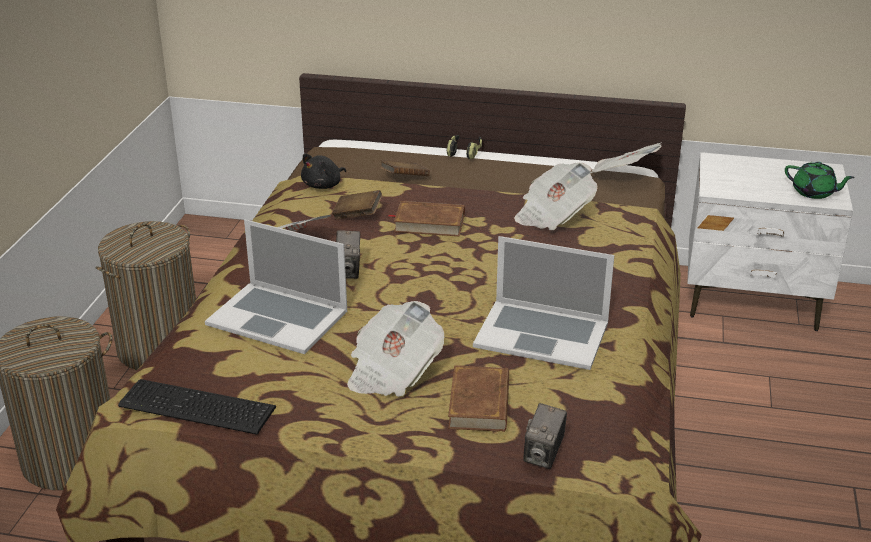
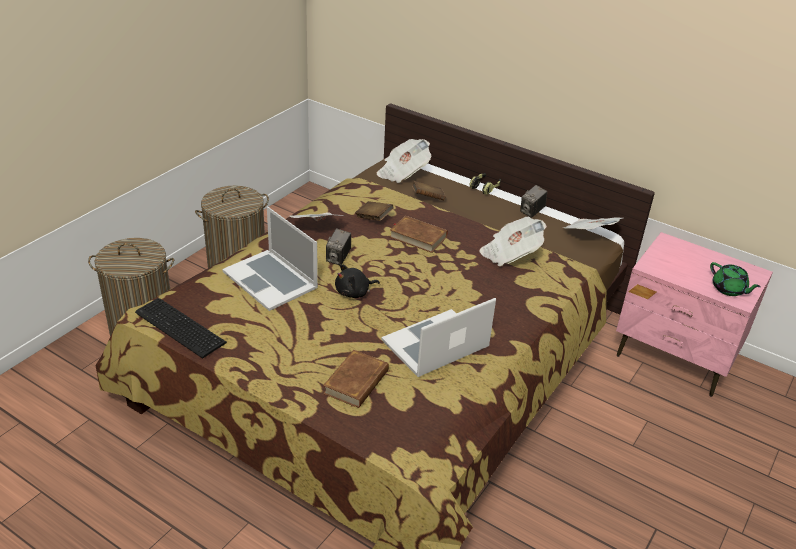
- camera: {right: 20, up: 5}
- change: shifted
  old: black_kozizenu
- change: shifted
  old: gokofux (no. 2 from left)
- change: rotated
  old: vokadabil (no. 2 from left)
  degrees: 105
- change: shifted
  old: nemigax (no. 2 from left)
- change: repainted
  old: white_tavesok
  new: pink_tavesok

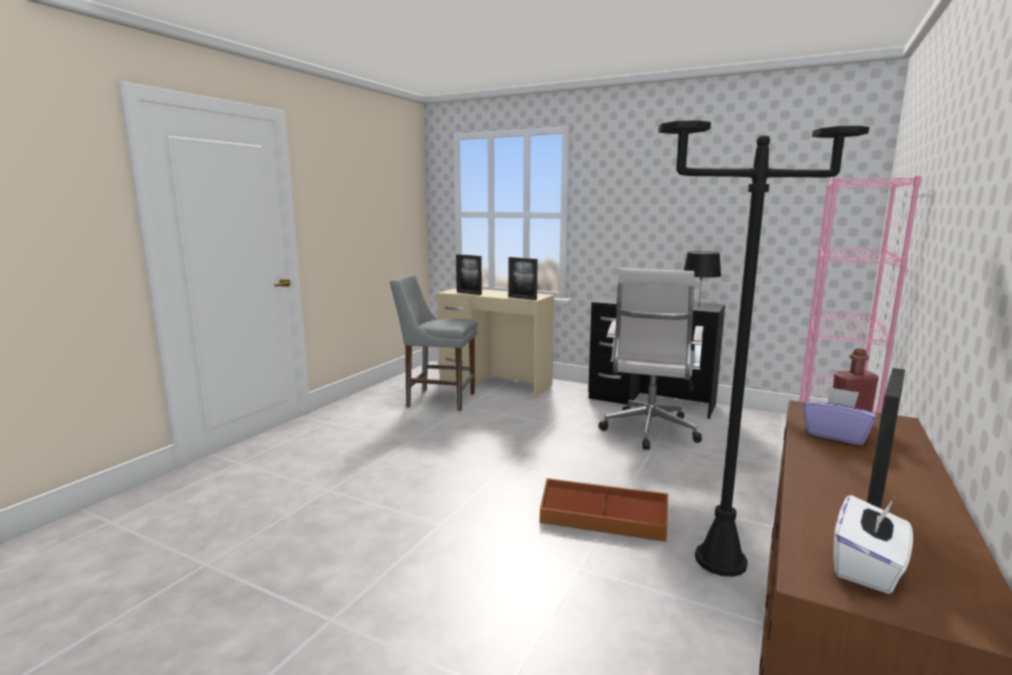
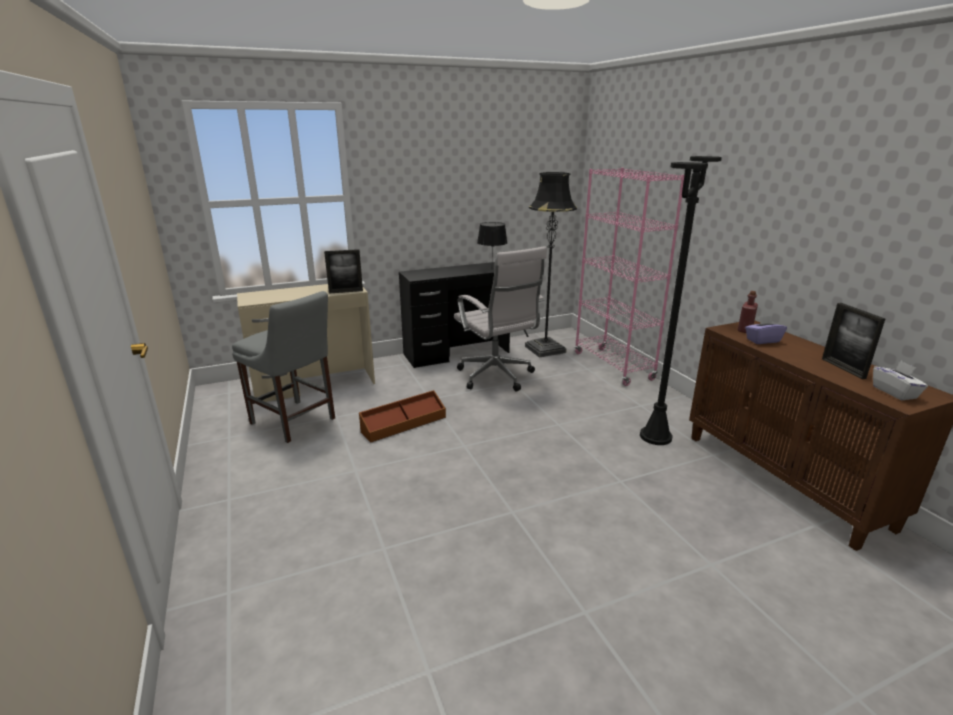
- camera: {right: -50, up: 10}
- change: rotated
  old: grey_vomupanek
  degrees: -105
- change: gone
  old: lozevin (no. 1 from left)
- change: shifted
  old: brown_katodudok
- change: new
  new: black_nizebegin (no. 1 from left)

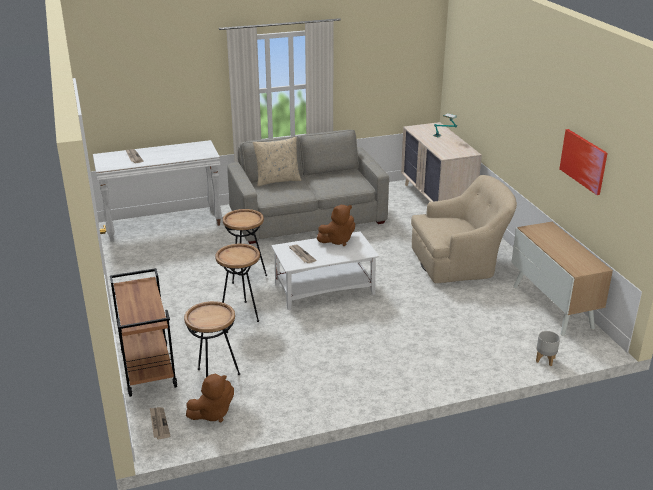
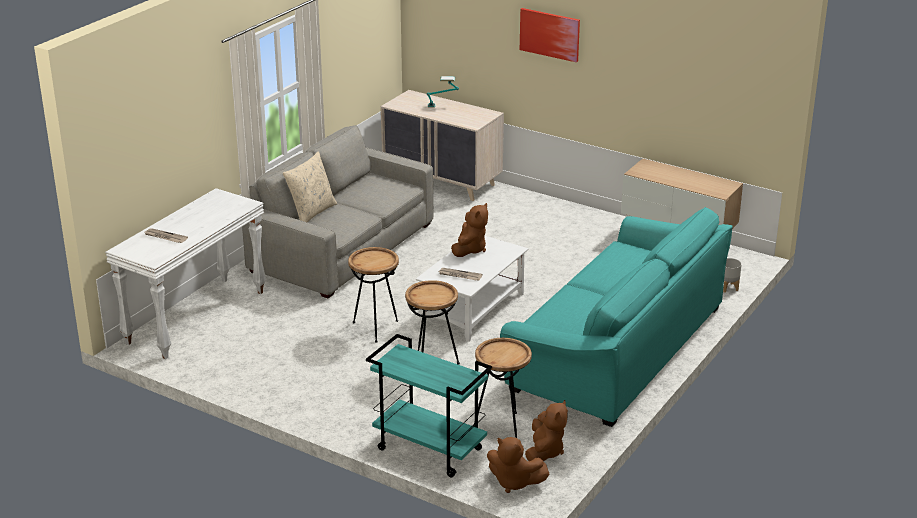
- camera: {right: -40, up: 0}
- change: repainted
  old: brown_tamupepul
  new: turquoise_tamupepul
- change: swapped
  old: gokofux (no. 2 from left)
  new: brown_kozizenu (no. 2 from left)
- change: gone
  old: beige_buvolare
- change: shifted
  old: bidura
- change: new
  new: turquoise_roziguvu

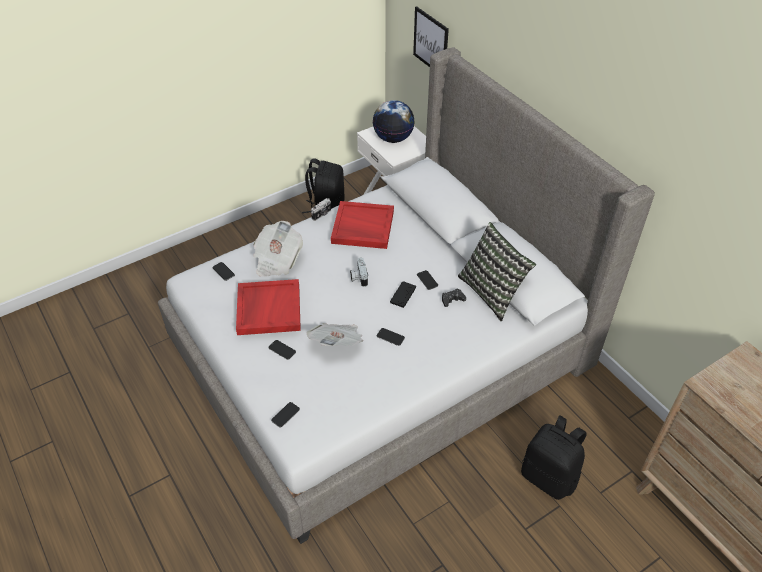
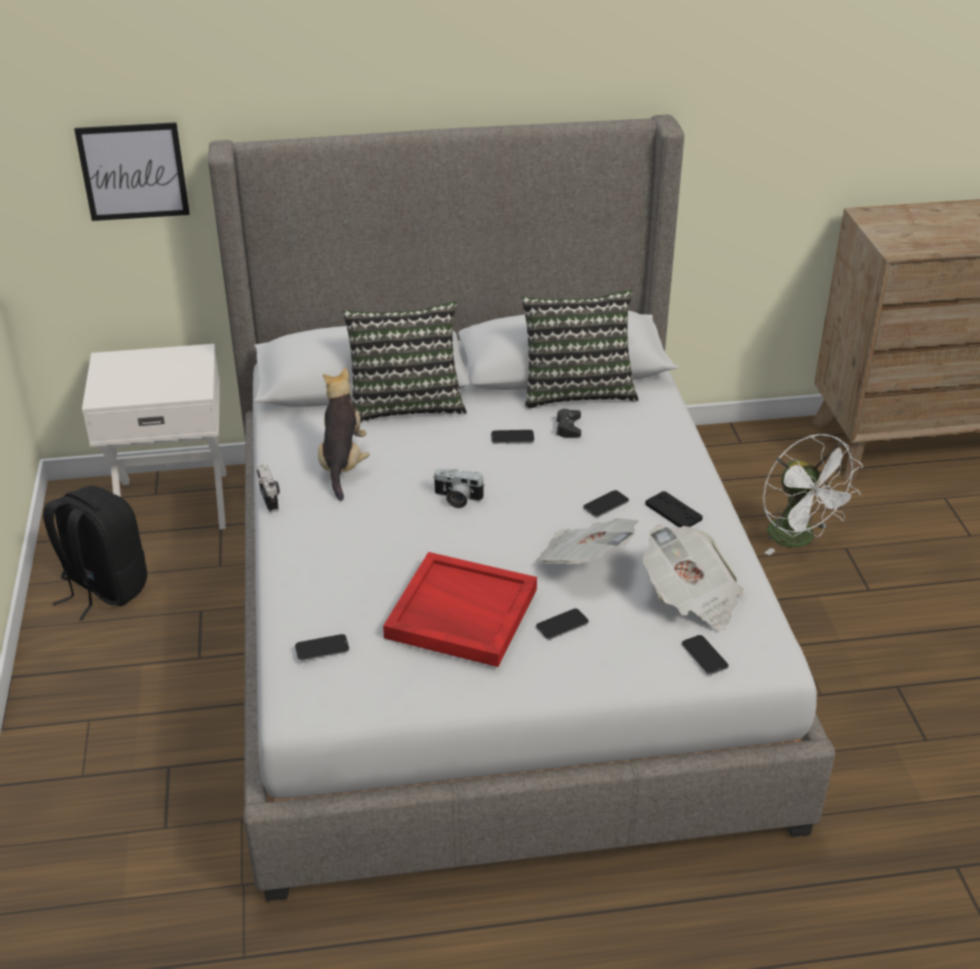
- camera: {right: -65, up: -10}
- change: shifted
  old: gokofux (no. 1 from left in the first image)
  new: gokofux (no. 2 from left)
- change: swapped
  old: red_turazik (no. 2 from left)
  new: kozizenu
- change: gone
  old: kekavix
- change: shifted
  old: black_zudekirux (no. 1 from left in the first image)
  new: black_zudekirux (no. 2 from left)
- change: swapped
  old: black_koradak (no. 2 from left)
  new: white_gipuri
- change: new
  new: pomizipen (no. 1 from left)

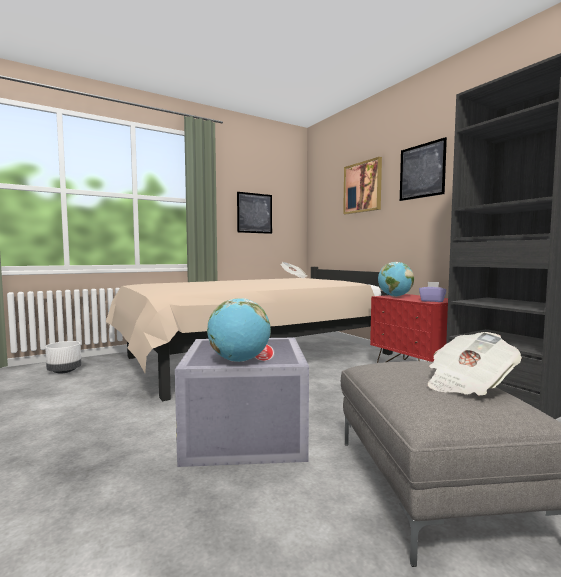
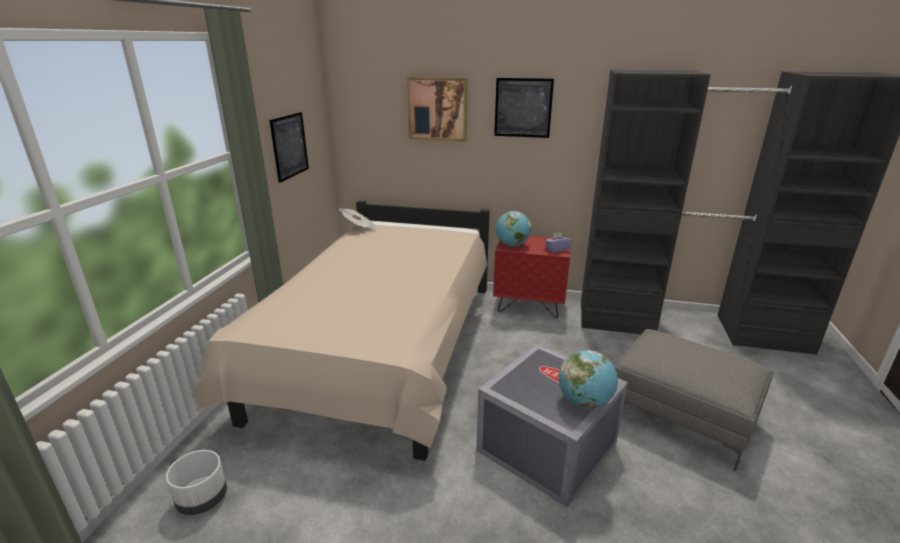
- camera: {right: -45, up: 20}
- change: gone
  old: gokofux (no. 2 from left)

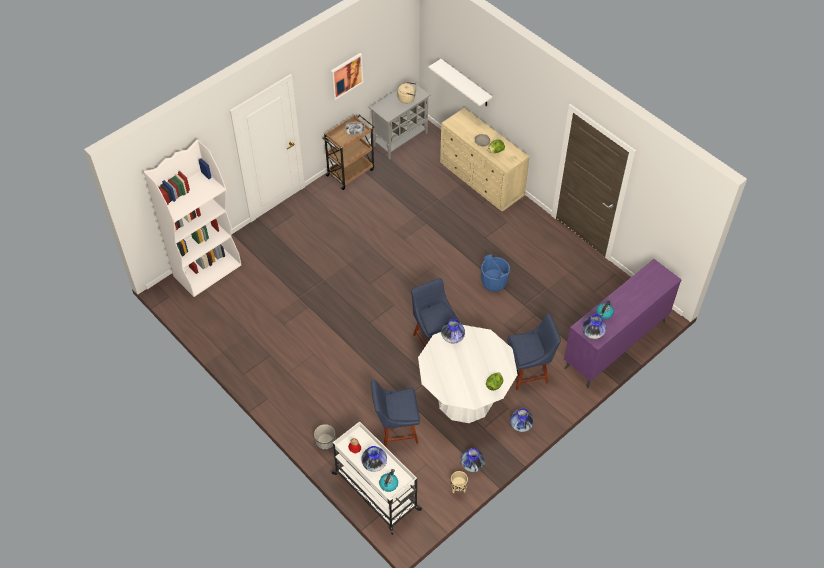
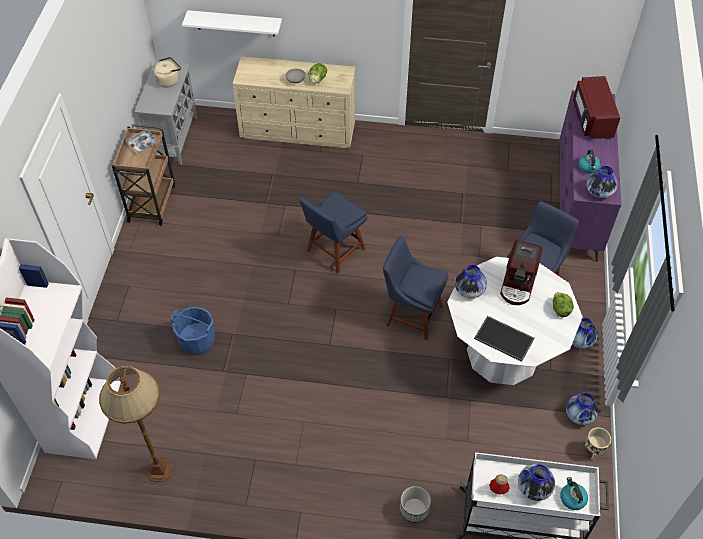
- camera: {right: -40, up: 0}
- change: gone
  old: bidura
- change: shifted
  old: blue_vomupanek (no. 1 from left)
- change: shifted
  old: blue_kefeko
- change: new
  new: brown_nizebegin
- change: new
  new: turazik (no. 2 from left)
- change: new
  new: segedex
- change: new
  new: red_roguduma

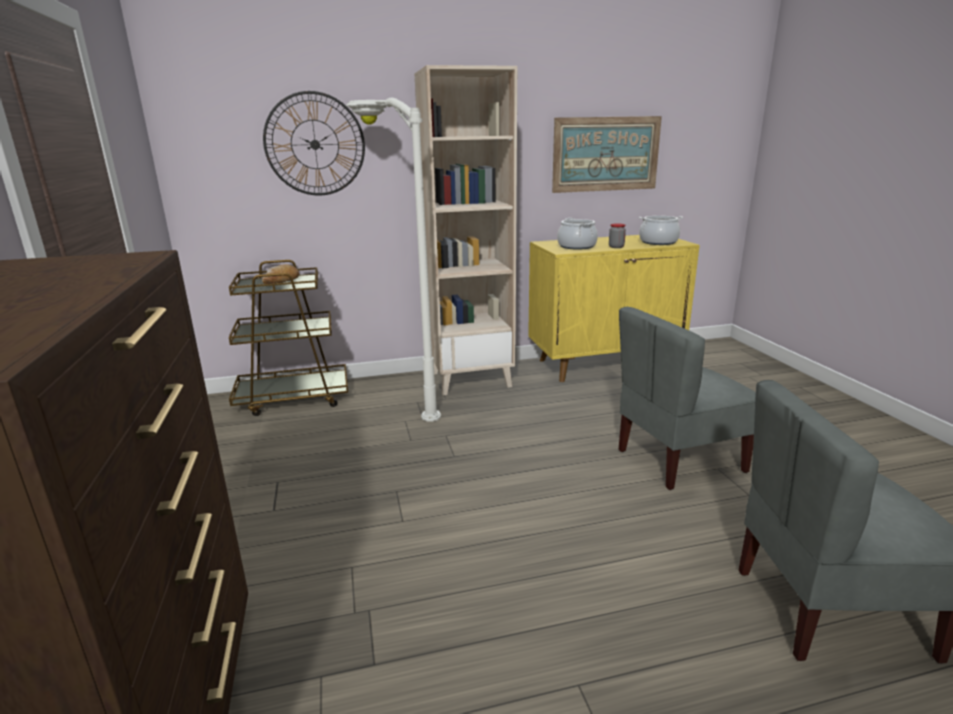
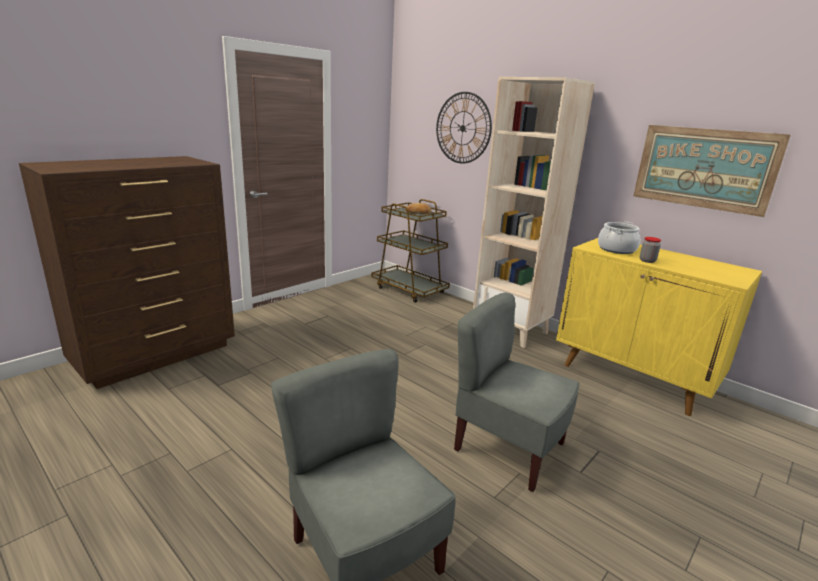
- camera: {right: 55, up: 0}
- change: gone
  old: white_nizebegin
- change: gone
  old: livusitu (no. 2 from left)

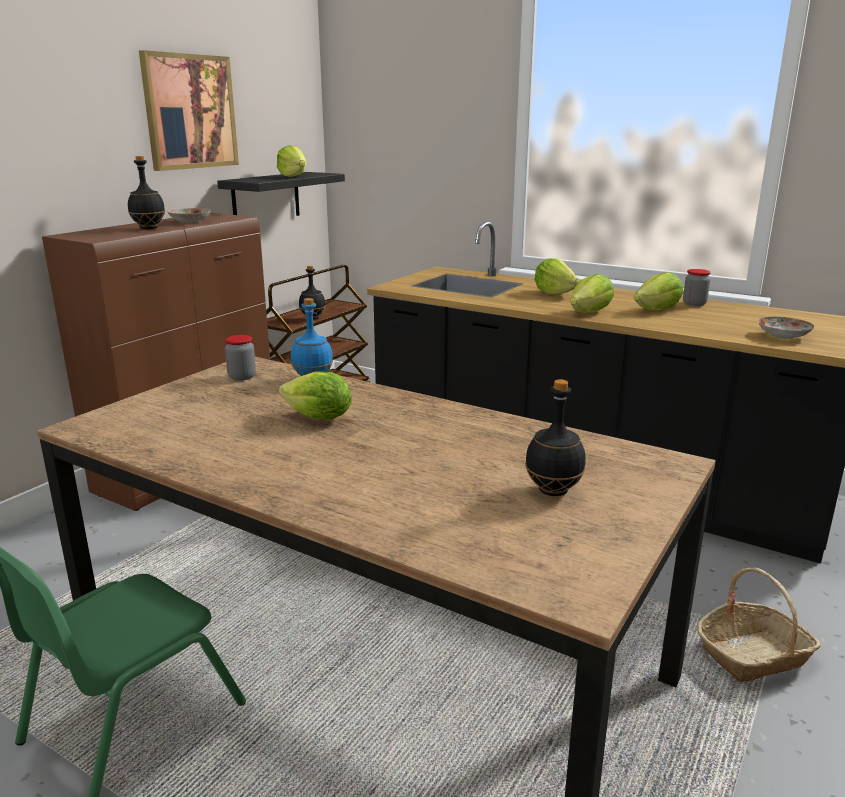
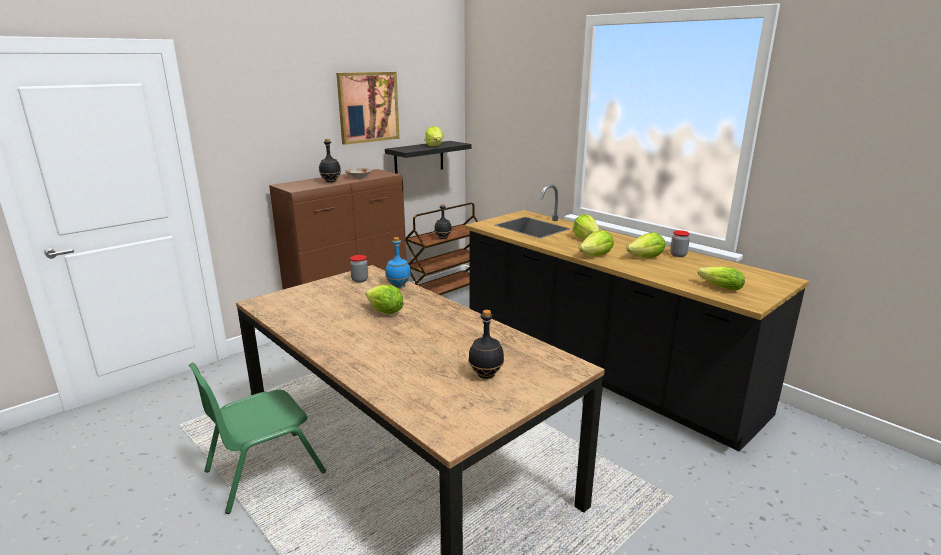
- camera: {right: 15, up: 0}
- change: gone
  old: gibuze
- change: swapped
  old: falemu (no. 2 from left)
  new: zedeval (no. 6 from left)

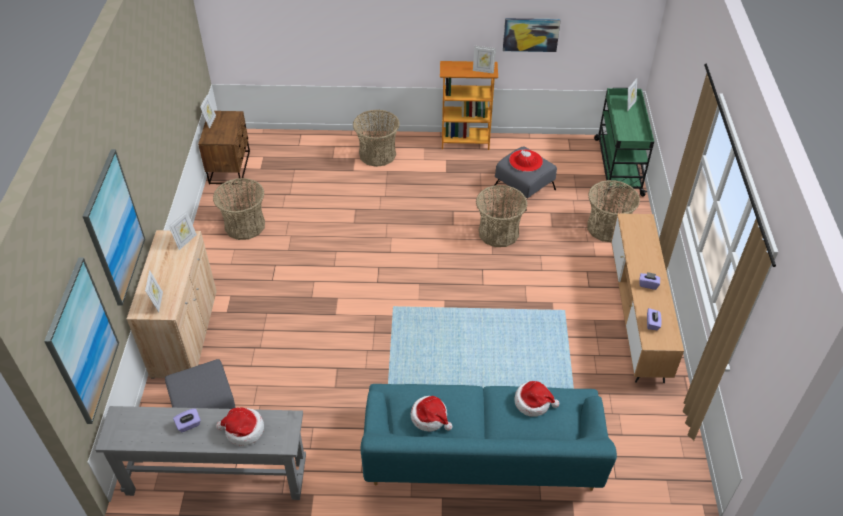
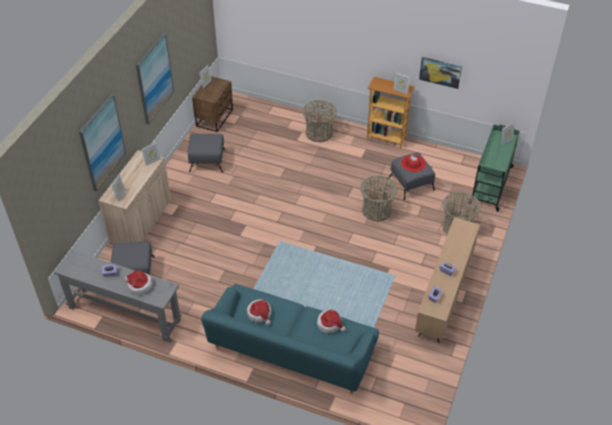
- camera: {right: 20, up: 0}
- change: shifted
  old: bidura (no. 1 from left in the first image)
  new: bidura (no. 2 from left)
- change: swapped
  old: gibuze (no. 1 from left)
  new: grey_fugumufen (no. 2 from left)

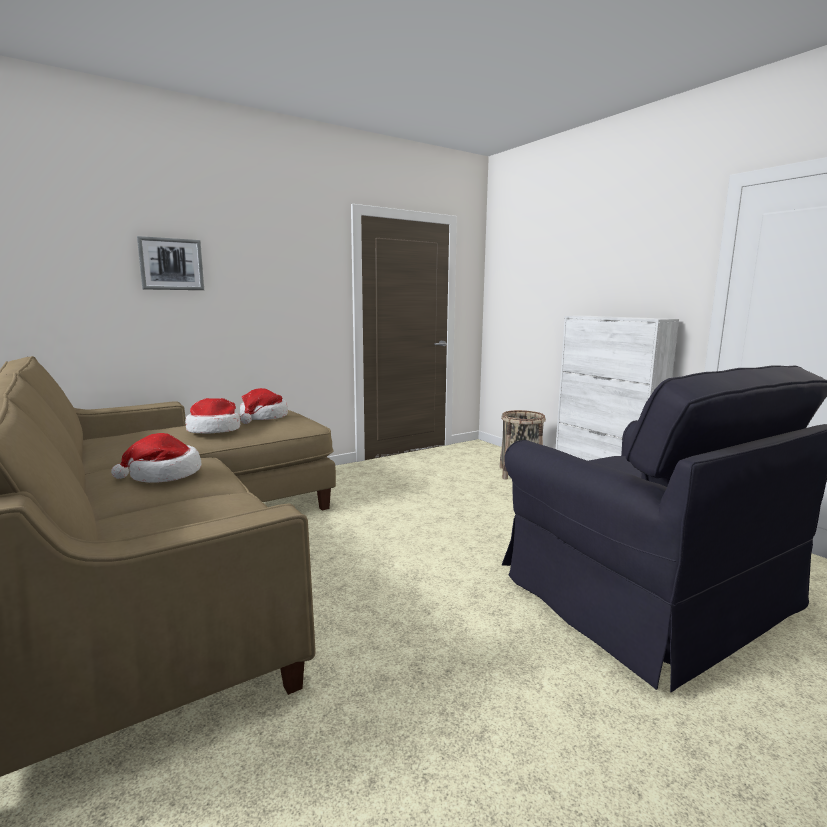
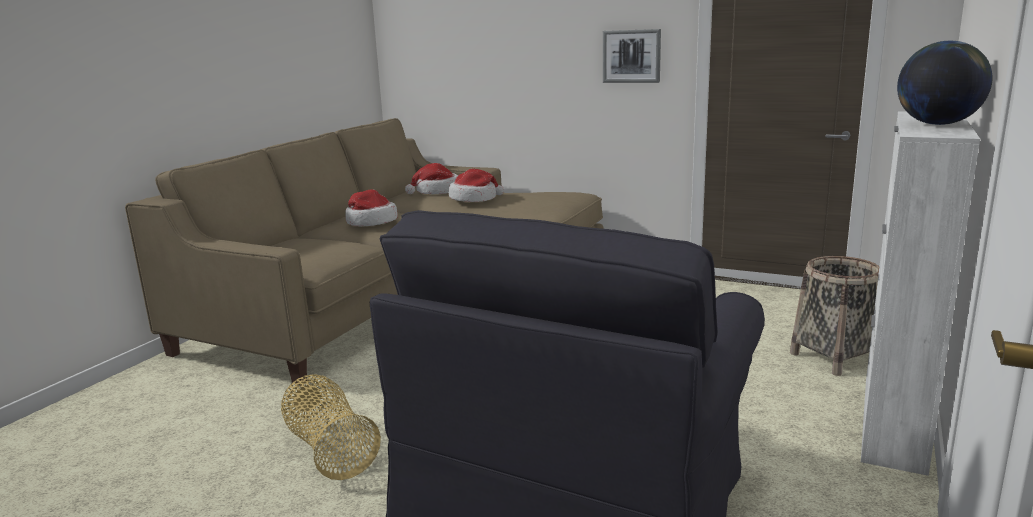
- camera: {right: 60, up: 5}
- change: shifted
  old: bidura
- change: shifted
  old: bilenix (no. 3 from left in the first image)
  new: bilenix (no. 2 from left)
- change: new
  new: gibuze (no. 1 from left)
- change: new
  new: kekavix

